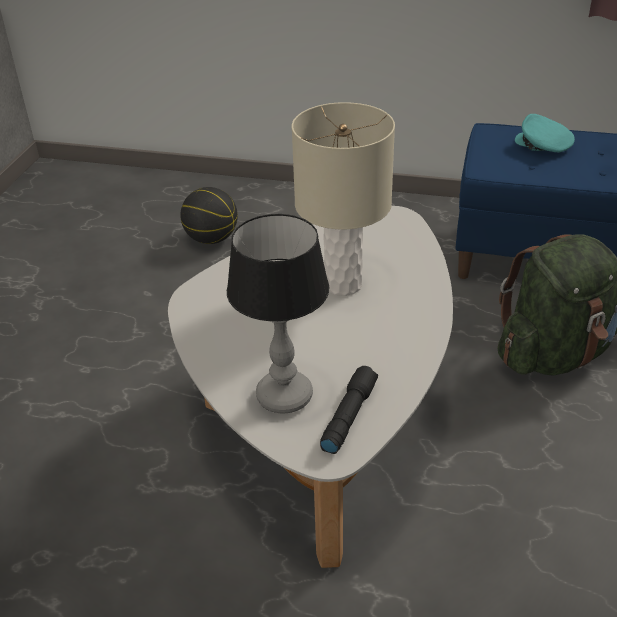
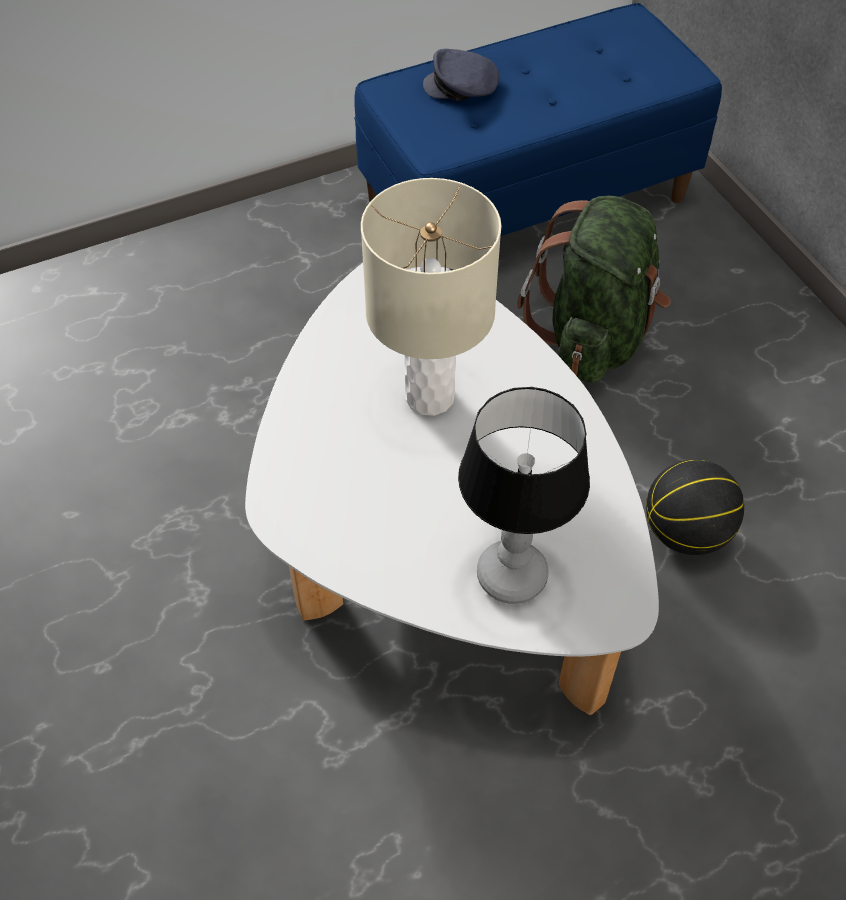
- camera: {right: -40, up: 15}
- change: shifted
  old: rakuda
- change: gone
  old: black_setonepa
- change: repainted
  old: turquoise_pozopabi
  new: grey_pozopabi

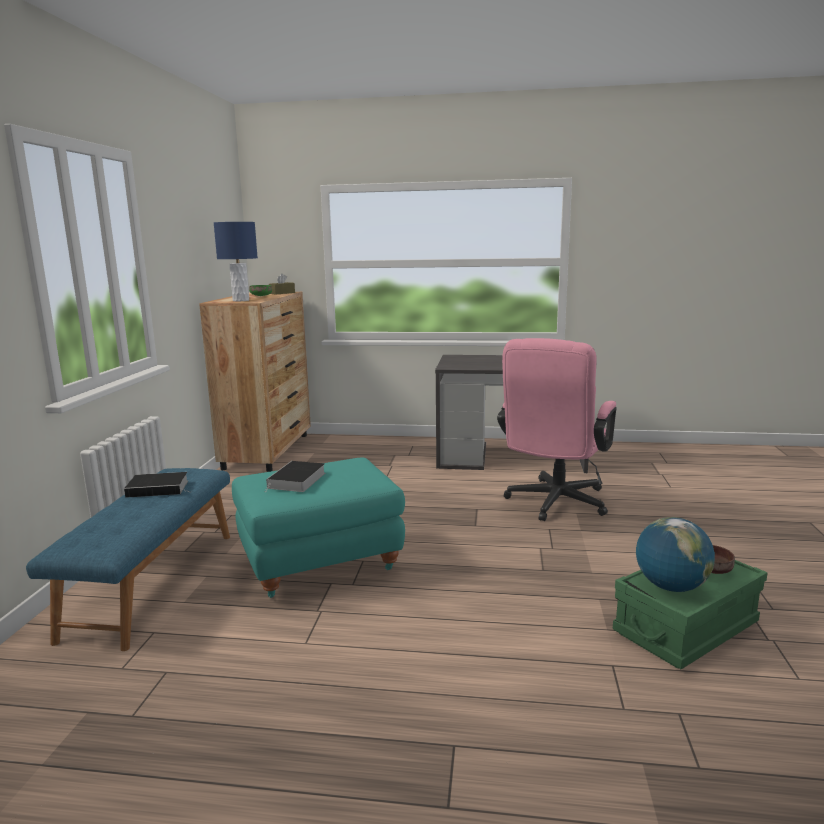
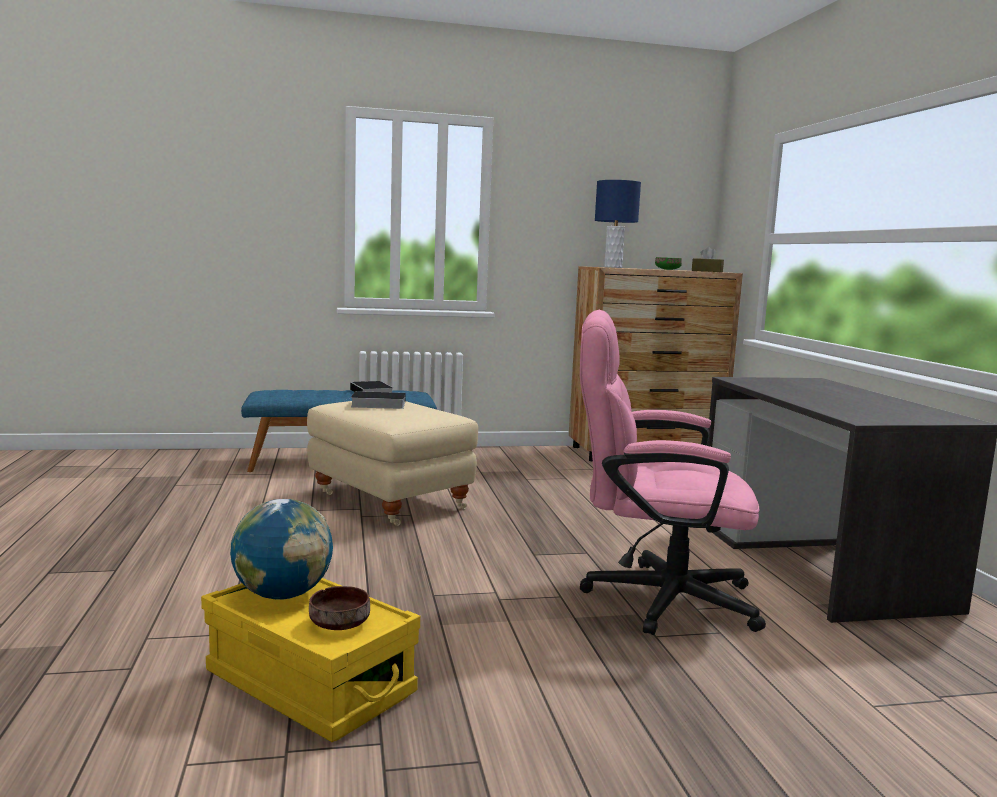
- camera: {right: 70, up: -5}
- change: repainted
  old: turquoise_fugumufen
  new: beige_fugumufen
- change: repainted
  old: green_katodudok
  new: yellow_katodudok

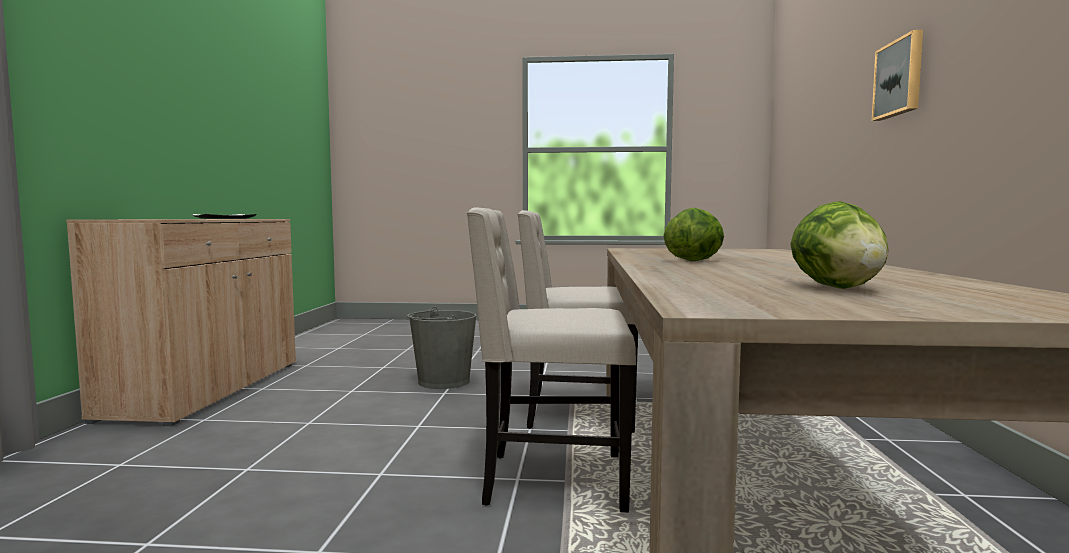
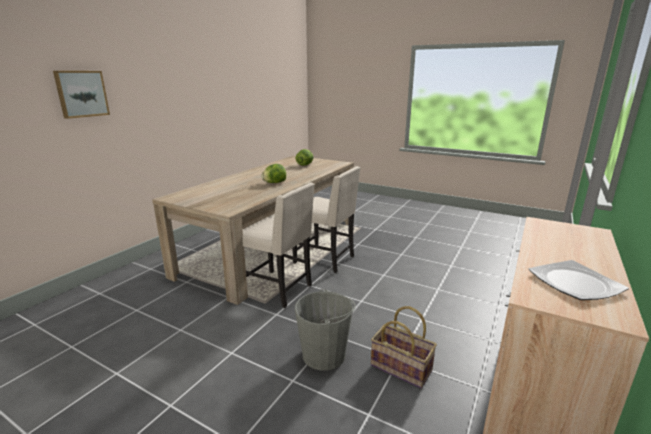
- camera: {right: -155, up: 15}
- change: new
  new: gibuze

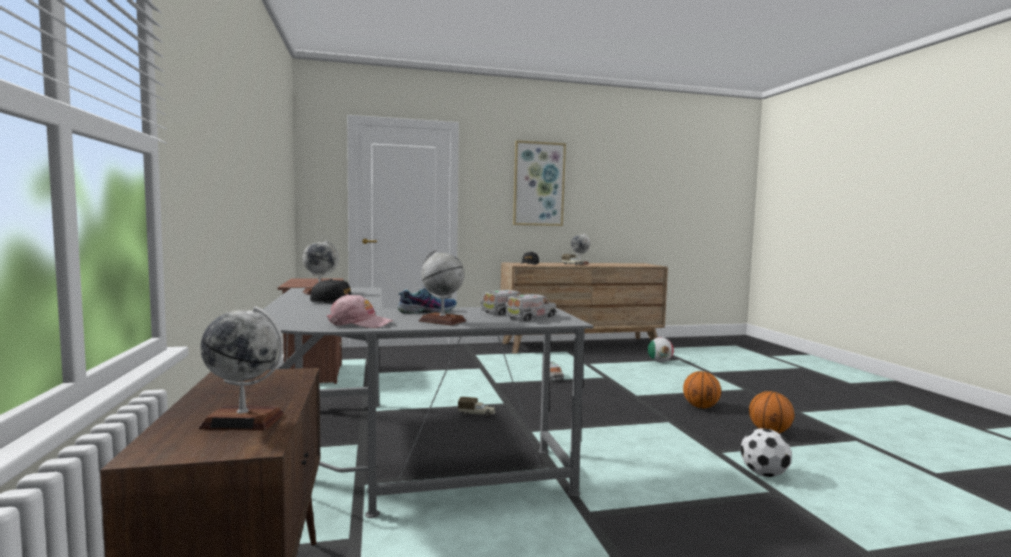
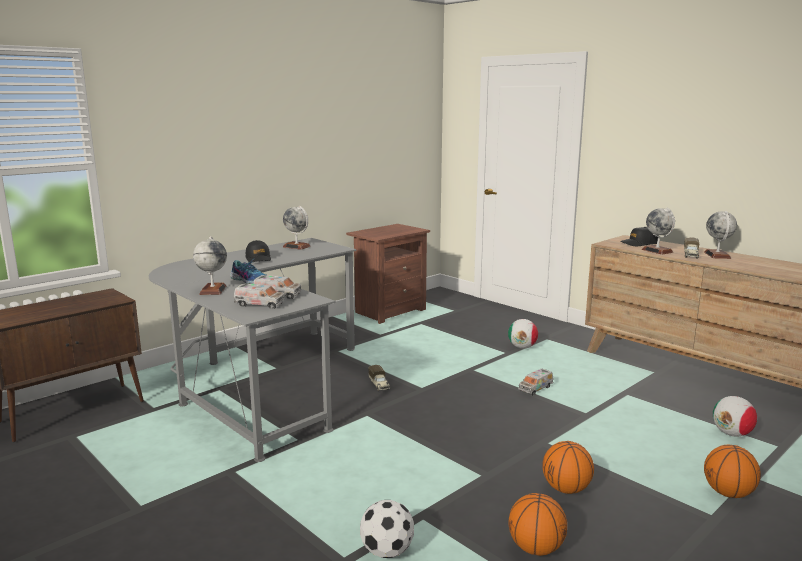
- camera: {right: 60, up: 10}
- change: shifted
  old: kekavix (no. 1 from left in the first image)
  new: kekavix (no. 3 from left)
- change: gone
  old: pink_pozopabi
- change: gone
  old: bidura
- change: new
  new: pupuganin (no. 2 from left)
- change: new
  new: rakuda (no. 3 from left)

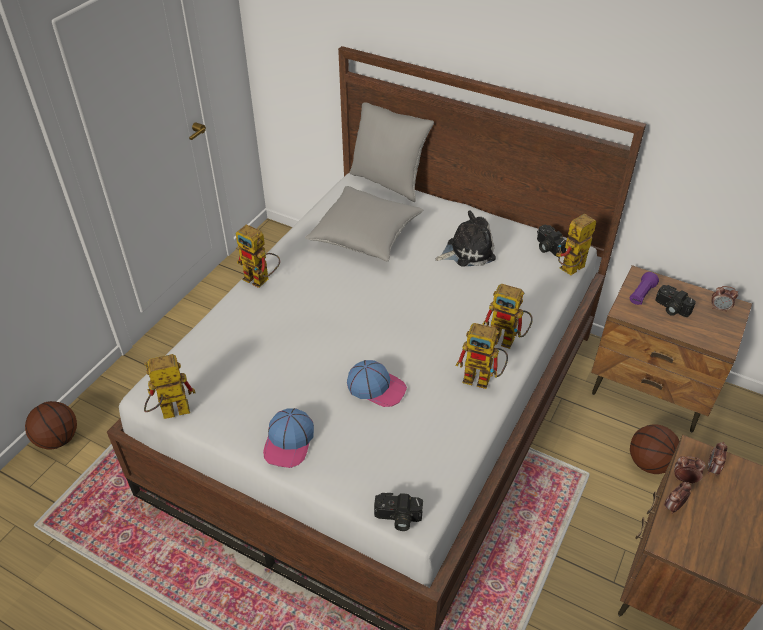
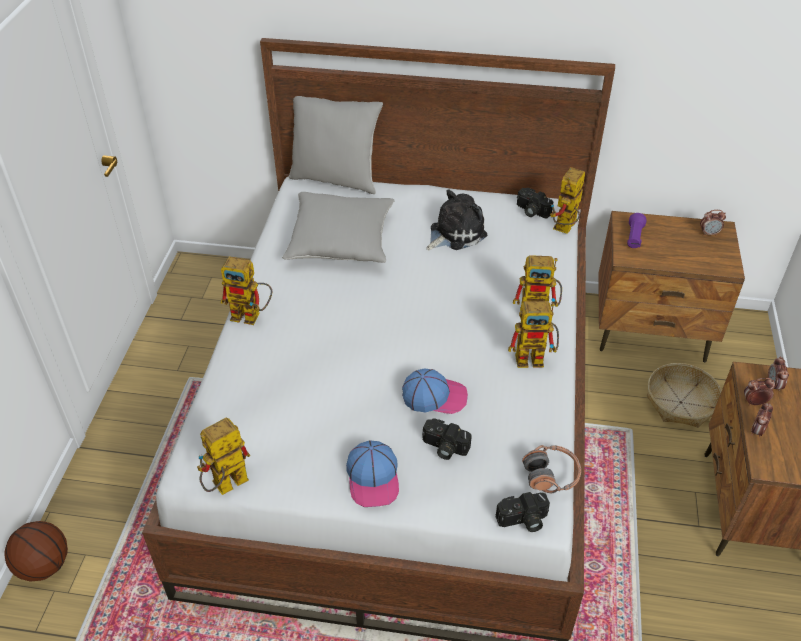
- camera: {right: -20, up: 0}
- change: swapped
  old: rakuda (no. 2 from left)
  new: gibuze
- change: shifted
  old: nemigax (no. 3 from left in the first image)
  new: nemigax (no. 1 from left)
- change: new
  new: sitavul

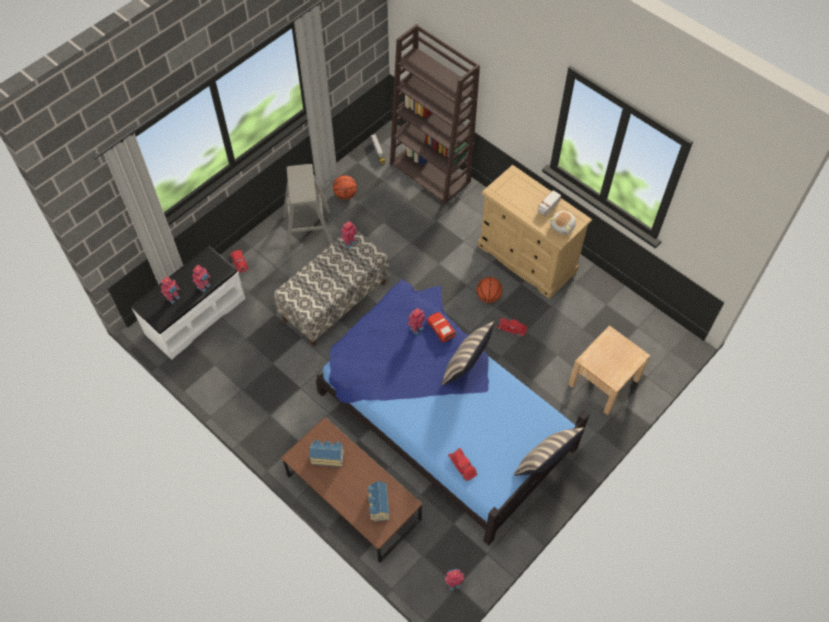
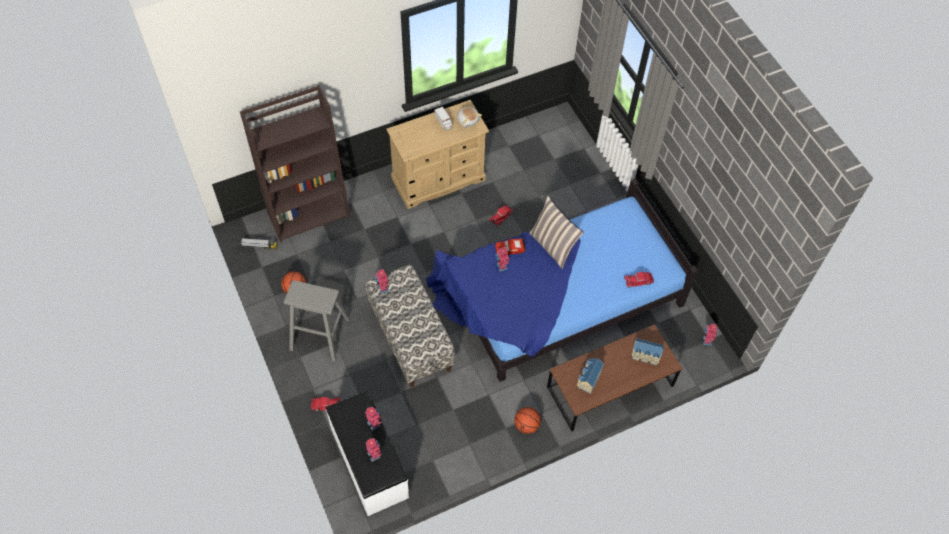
- camera: {right: -70, up: 0}
- change: shifted
  old: rakuda (no. 2 from left)
- change: gone
  old: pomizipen (no. 2 from left)
- change: gone
  old: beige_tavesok

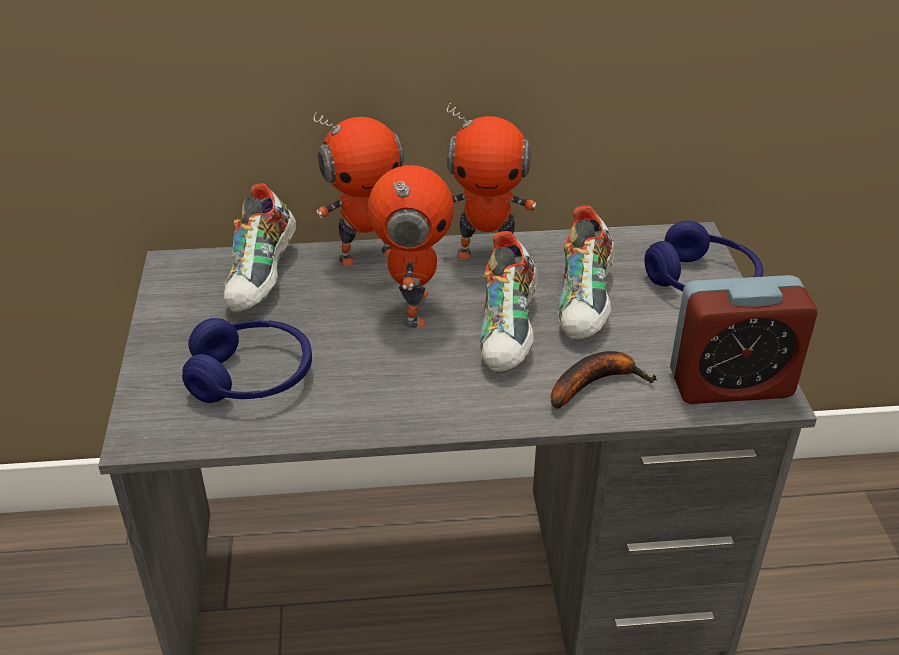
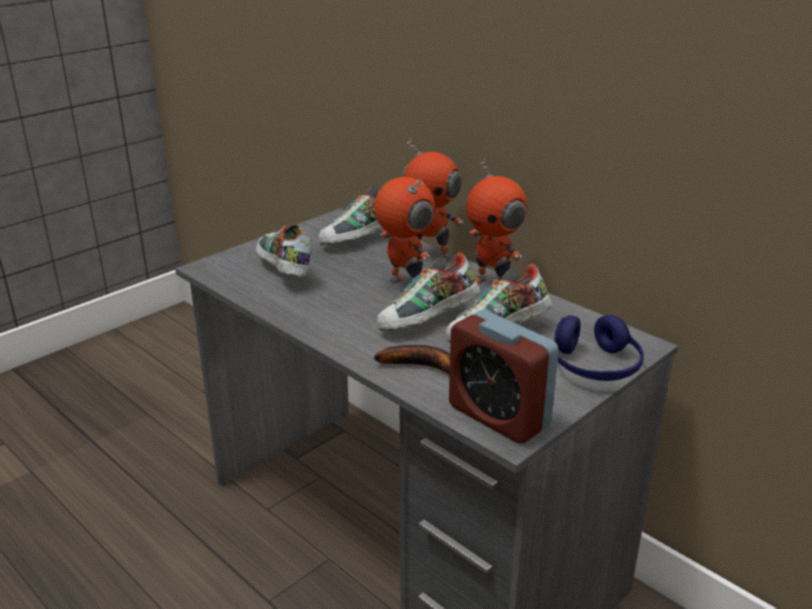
- camera: {right: 50, up: -10}
- change: swapped
  old: blue_sitavul (no. 1 from left)
  new: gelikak (no. 1 from left)
- change: rotated
  old: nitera (no. 2 from left in the first image)
  degrees: -90

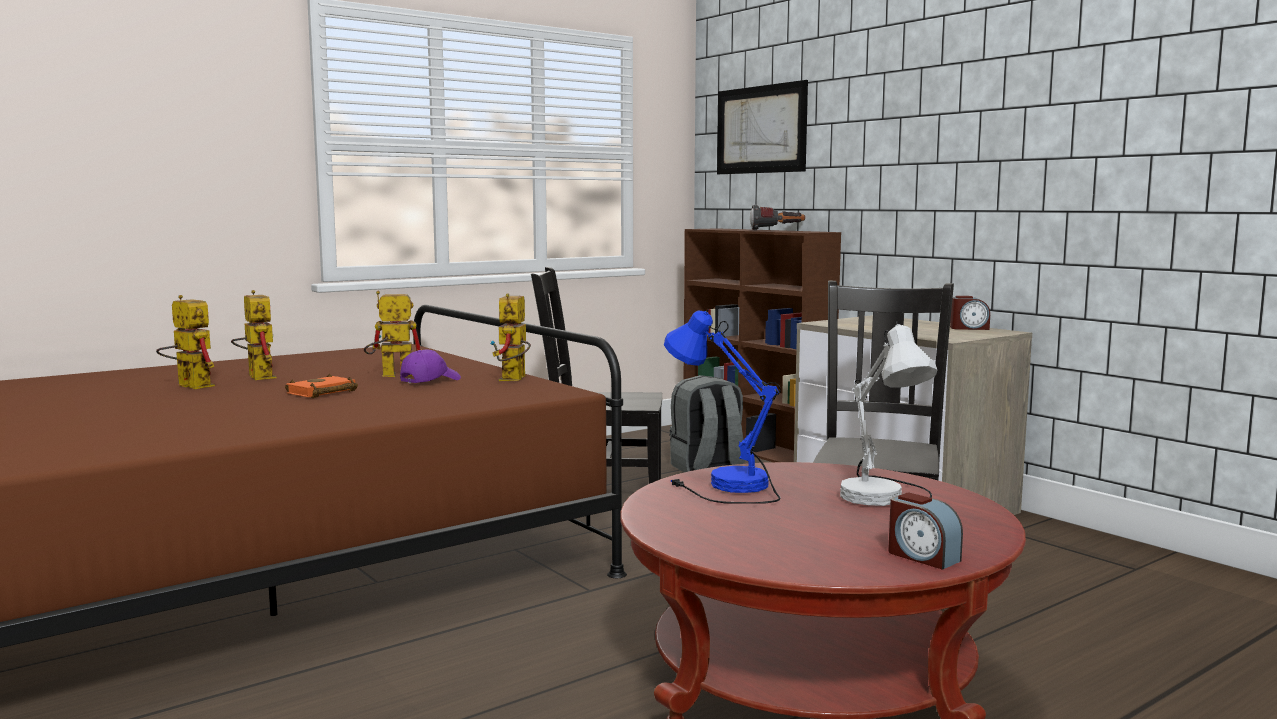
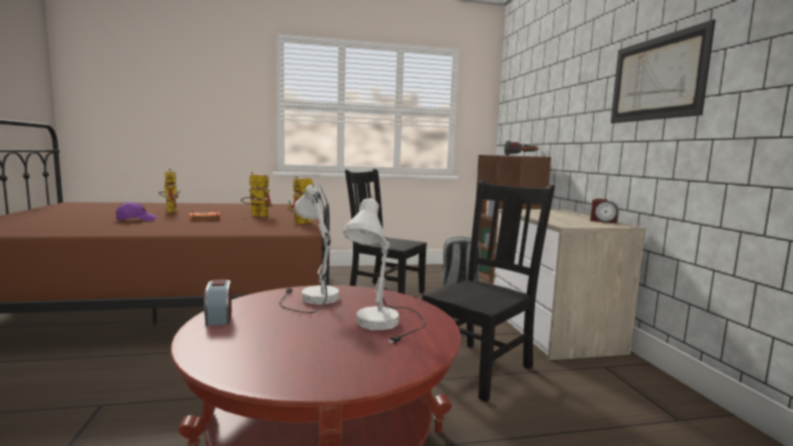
- camera: {right: 25, up: 0}
- change: gone
  old: nitera (no. 2 from left)
- change: shifted
  old: purple_pozopabi
- change: repainted
  old: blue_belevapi
  new: white_belevapi (no. 1 from left)
- change: shifted
  old: bidura
- change: shifted
  old: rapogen (no. 1 from left)

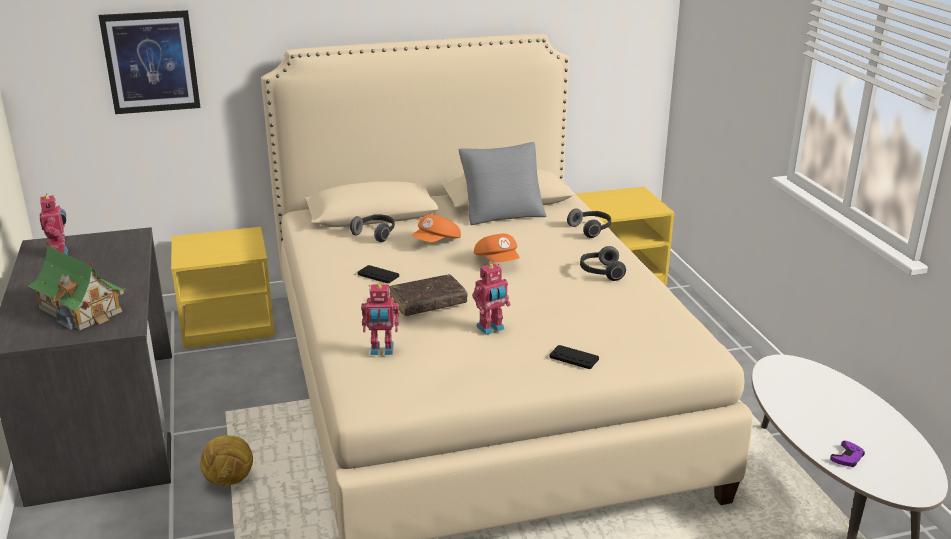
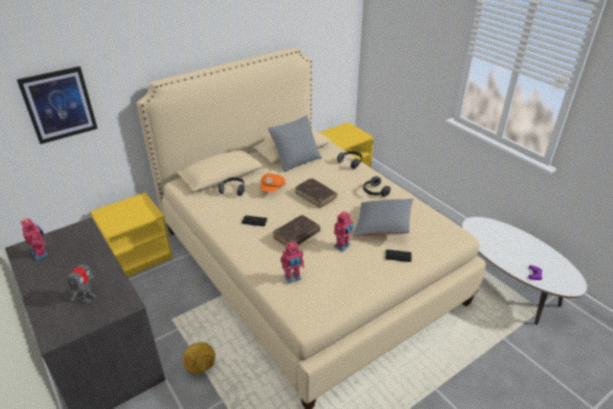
- camera: {right: -20, up: 10}
- change: swapped
  old: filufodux
  new: nitera (no. 2 from left)
- change: swapped
  old: orange_pozopabi (no. 2 from left)
  new: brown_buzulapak (no. 2 from left)
- change: new
  new: grey_pomizipen (no. 2 from left)

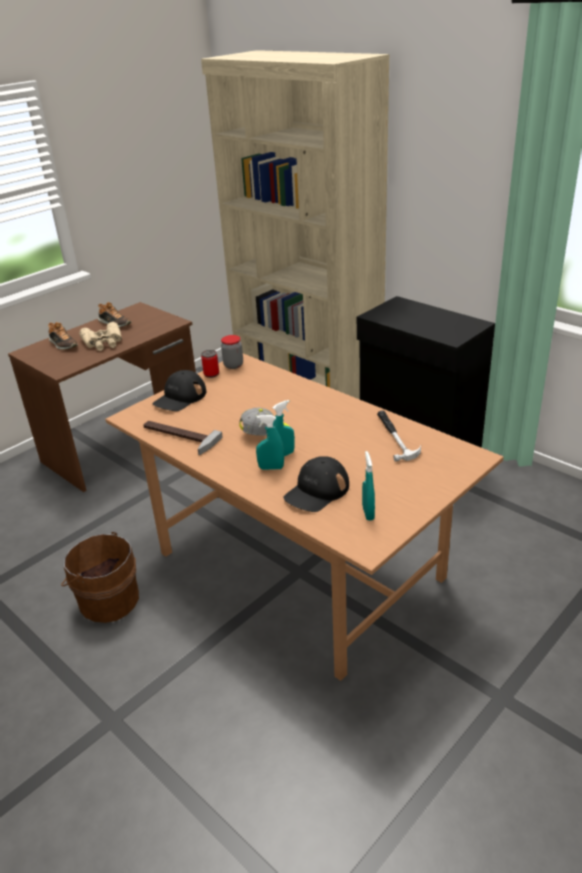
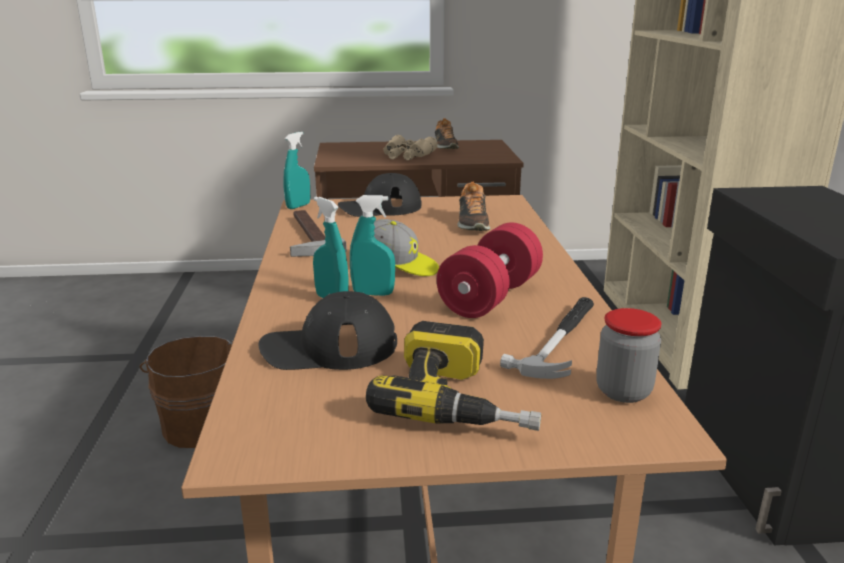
- camera: {right: 40, up: -10}
- change: shifted
  old: gelikak (no. 1 from left in the first image)
  new: gelikak (no. 2 from left)
- change: gone
  old: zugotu
- change: shifted
  old: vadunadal
- change: shifted
  old: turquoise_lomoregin (no. 3 from left in the first image)
  new: turquoise_lomoregin (no. 1 from left)
- change: new
  new: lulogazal
- change: new
  new: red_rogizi

